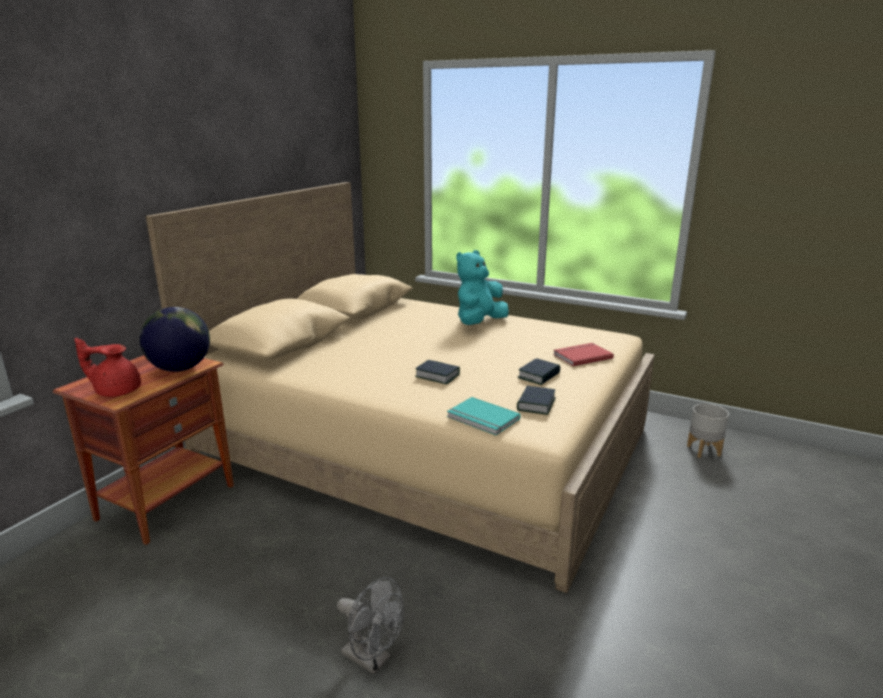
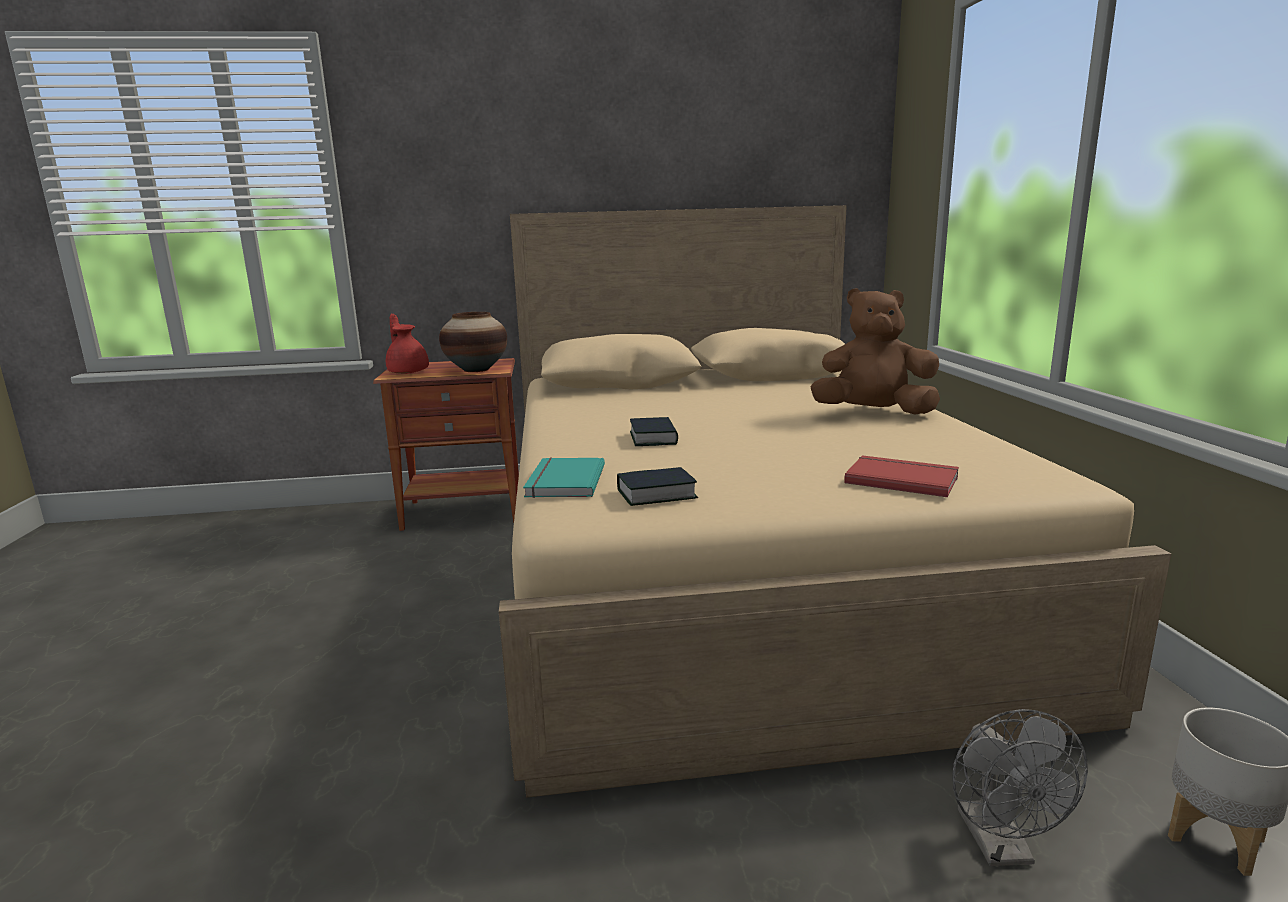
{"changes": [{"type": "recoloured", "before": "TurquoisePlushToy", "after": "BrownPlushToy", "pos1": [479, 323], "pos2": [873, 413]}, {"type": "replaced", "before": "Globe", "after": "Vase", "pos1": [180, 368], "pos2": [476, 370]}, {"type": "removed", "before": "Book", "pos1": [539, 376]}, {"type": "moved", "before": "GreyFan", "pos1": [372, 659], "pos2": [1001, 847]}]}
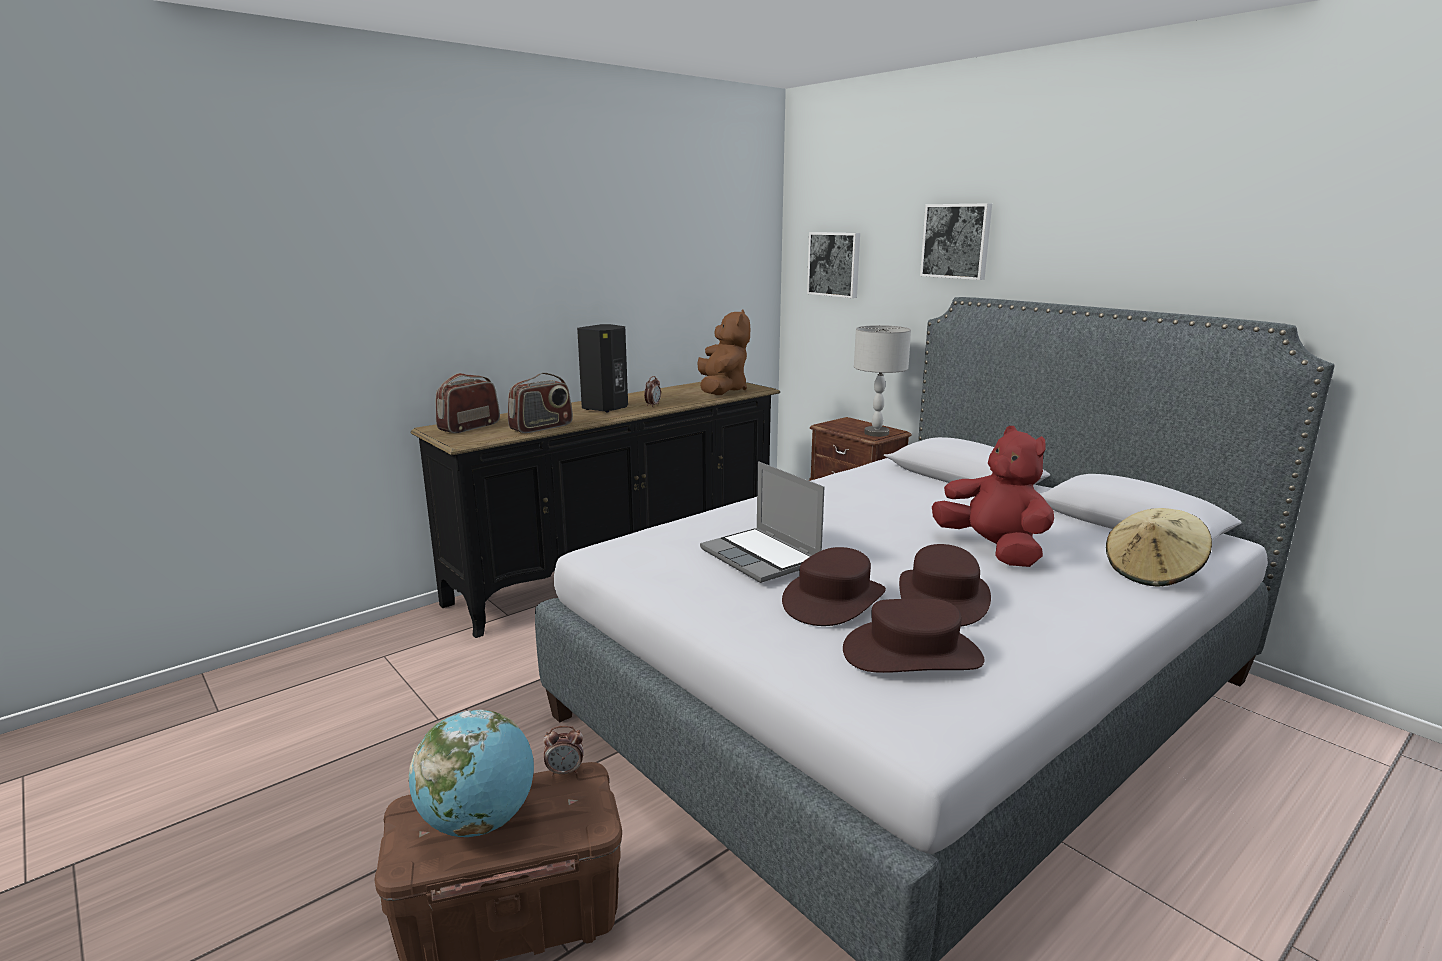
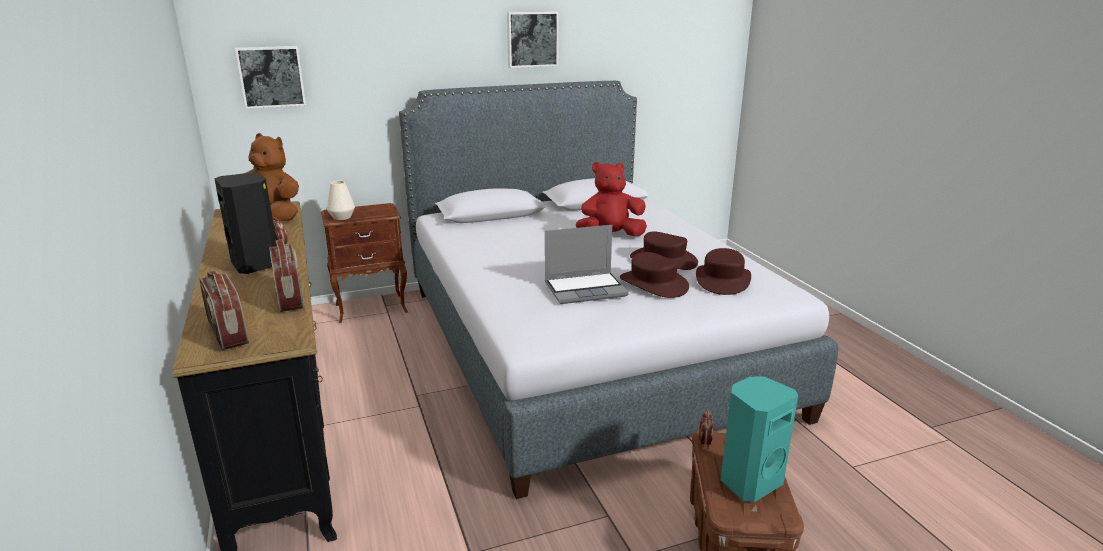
{"changes": [{"type": "moved", "before": "Picture", "pos1": [957, 241], "pos2": [532, 39]}, {"type": "removed", "before": "GreyTableLamp", "pos1": [877, 433]}, {"type": "removed", "before": "BeigeHat", "pos1": [1153, 572]}, {"type": "replaced", "before": "Globe", "after": "TurquoiseSpeaker", "pos1": [479, 821], "pos2": [749, 481]}, {"type": "added", "after": "WhiteVase", "pos2": [342, 217]}]}
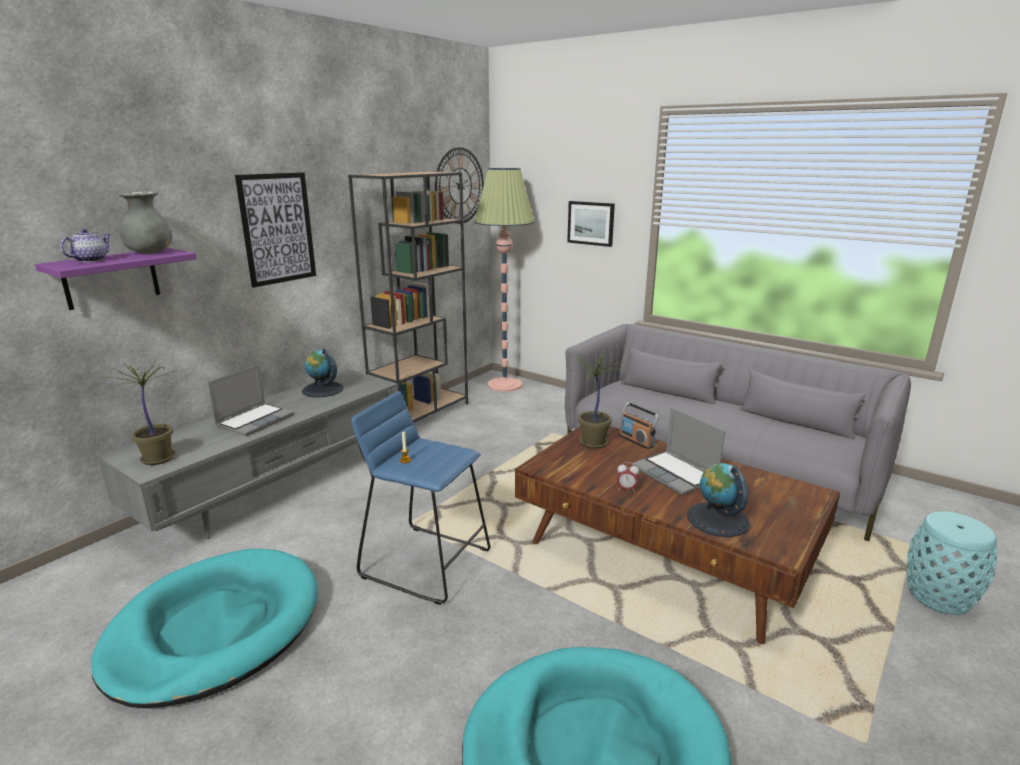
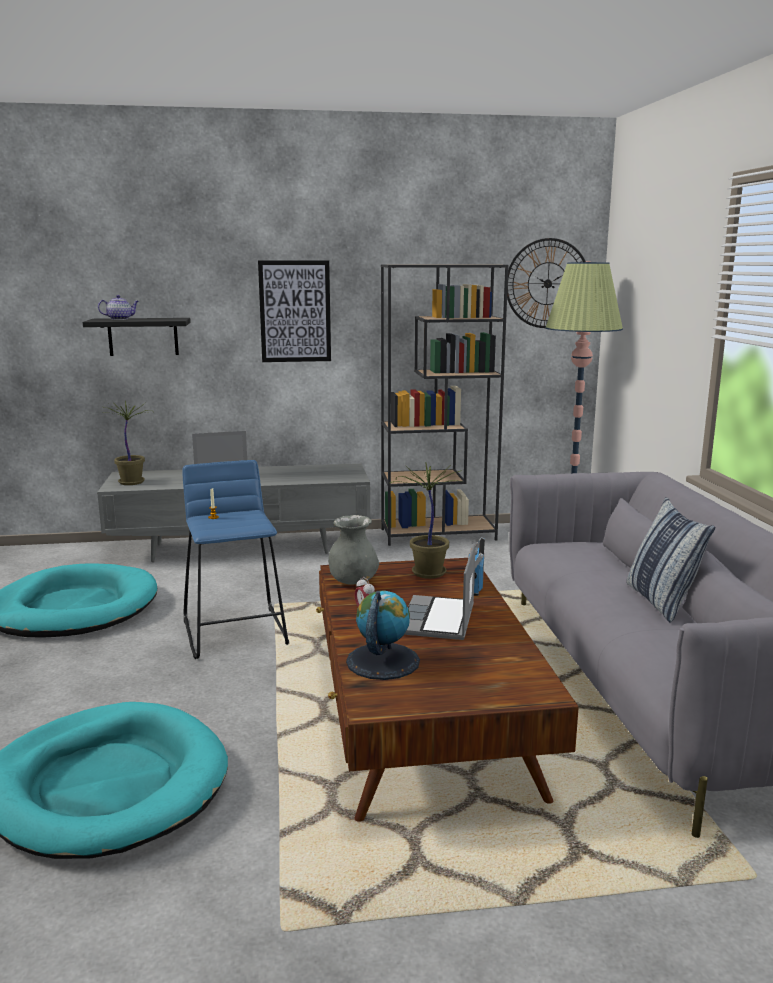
{"changes": [{"type": "moved", "before": "GreyVase", "pos1": [150, 252], "pos2": [353, 581]}, {"type": "removed", "before": "Picture", "pos1": [591, 223]}, {"type": "recoloured", "before": "PurpleShelf", "after": "BlackShelf", "pos1": [111, 278], "pos2": [143, 336]}, {"type": "removed", "before": "Globe", "pos1": [322, 389]}, {"type": "removed", "before": "TurquoiseStool", "pos1": [939, 597]}, {"type": "added", "after": "Pillow", "pos2": [661, 601]}]}
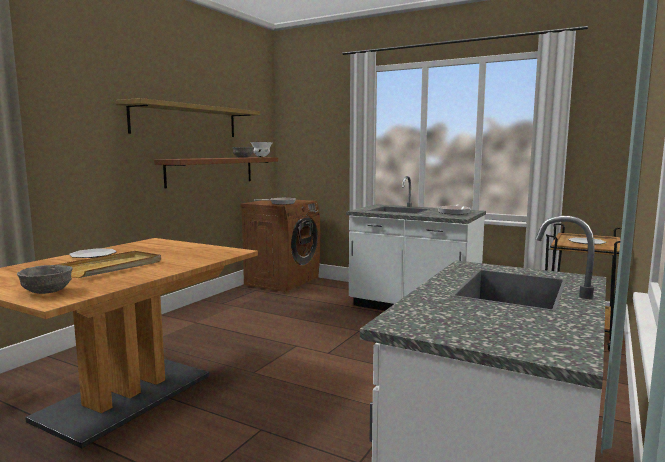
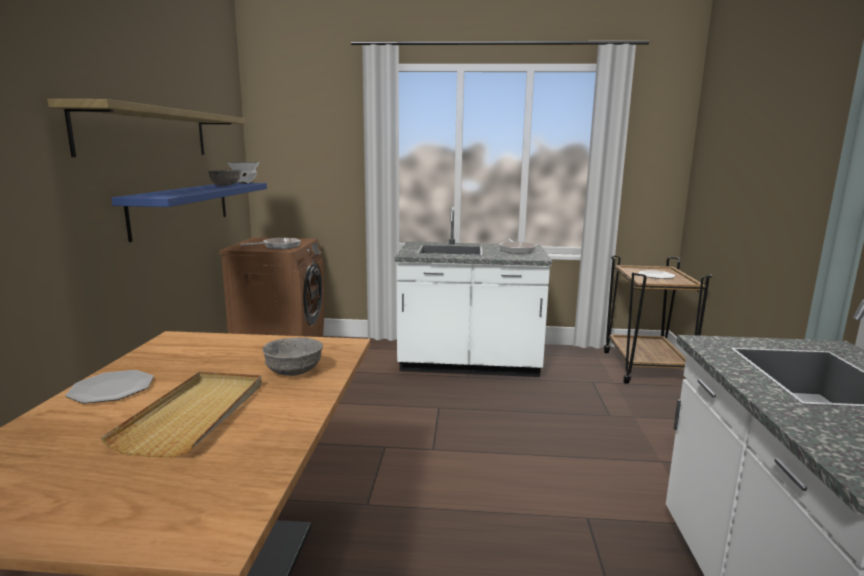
{"changes": [{"type": "recoloured", "before": "BrownShelf", "after": "BlueShelf", "pos1": [211, 171], "pos2": [182, 208]}, {"type": "moved", "before": "GreyBowl", "pos1": [46, 292], "pos2": [293, 372]}]}
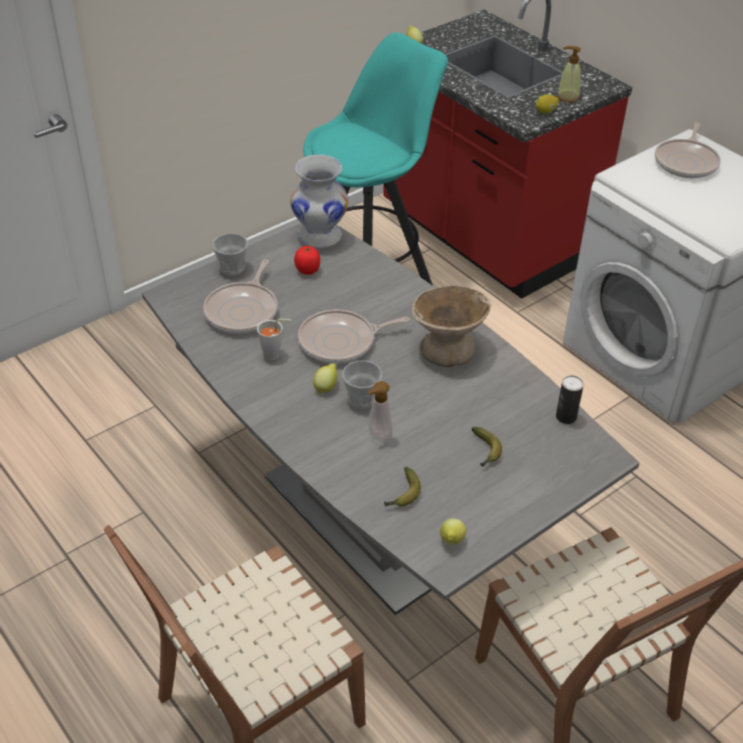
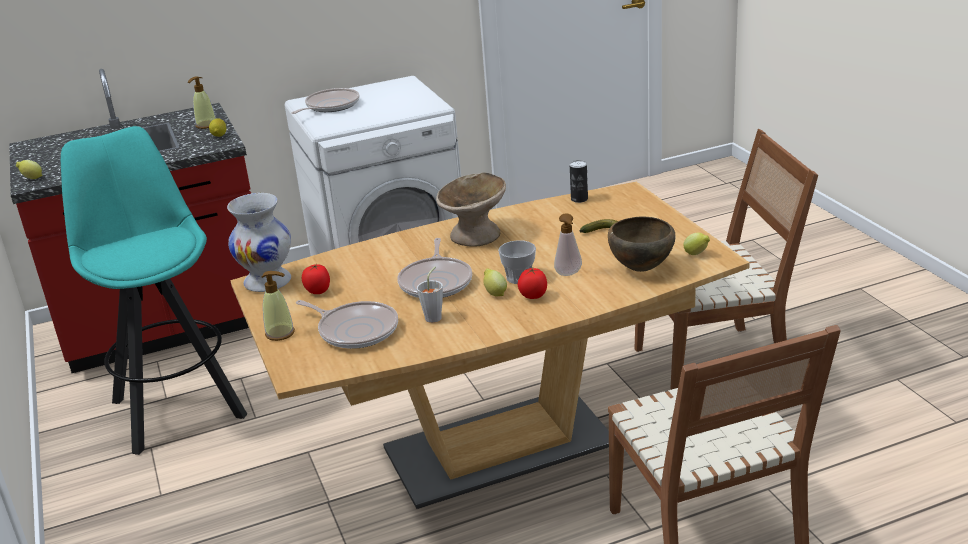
{"changes": [{"type": "turned", "before": "FryingPan", "pos1": [686, 162], "pos2": [330, 106], "turn": -90}, {"type": "recoloured", "before": "GreyDiningTable", "after": "BrownDiningTable", "pos1": [368, 518], "pos2": [499, 447]}, {"type": "replaced", "before": "Cup", "after": "SoapDispenser", "pos1": [232, 268], "pos2": [280, 333]}, {"type": "replaced", "before": "Banana", "after": "BrownBowl", "pos1": [402, 494], "pos2": [640, 269]}, {"type": "added", "after": "Tomato", "pos2": [533, 297]}]}
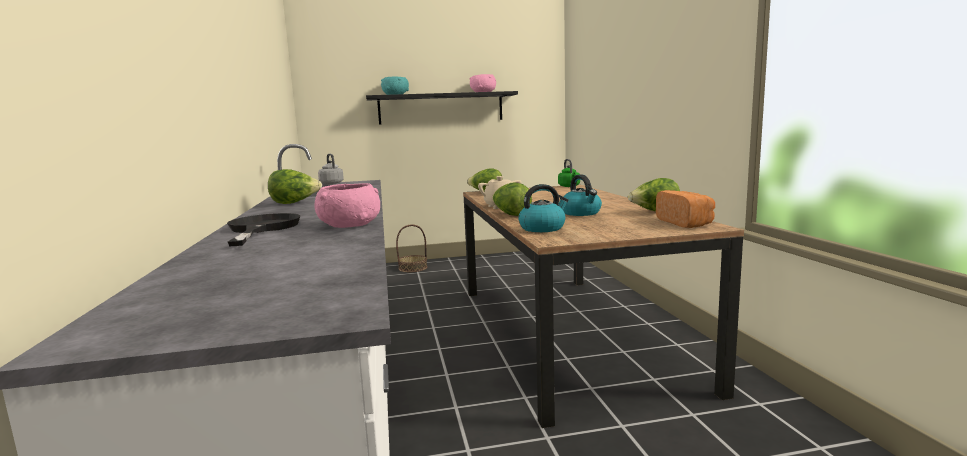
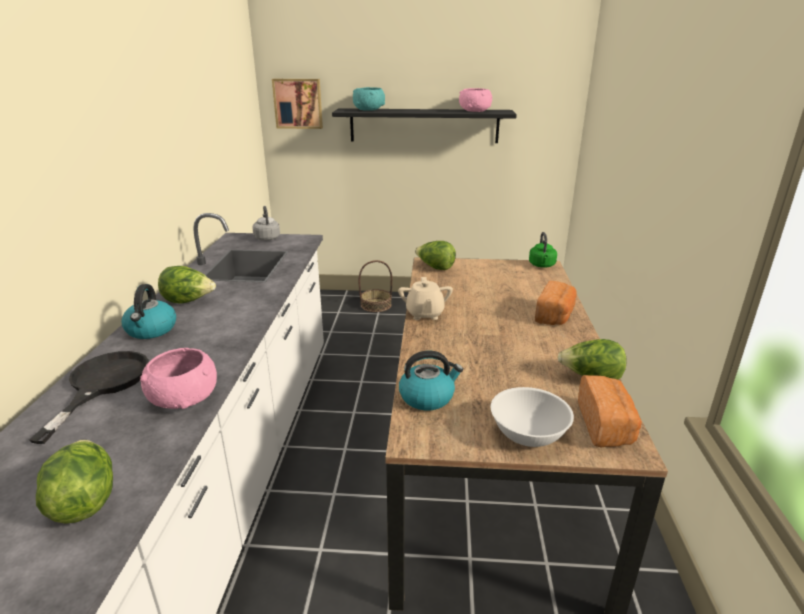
{"changes": [{"type": "moved", "before": "Kettle", "pos1": [581, 213], "pos2": [151, 330]}, {"type": "moved", "before": "Lettuce", "pos1": [511, 215], "pos2": [84, 501]}, {"type": "added", "after": "Picture", "pos2": [298, 103]}, {"type": "added", "after": "Bread", "pos2": [555, 316]}, {"type": "added", "after": "WhiteBowl", "pos2": [528, 433]}]}
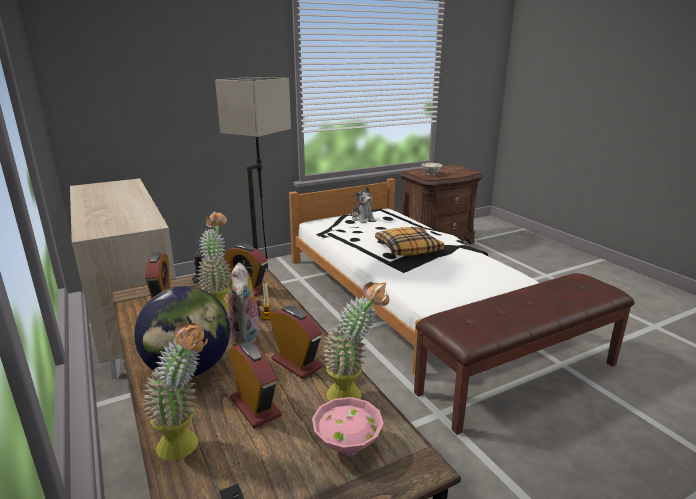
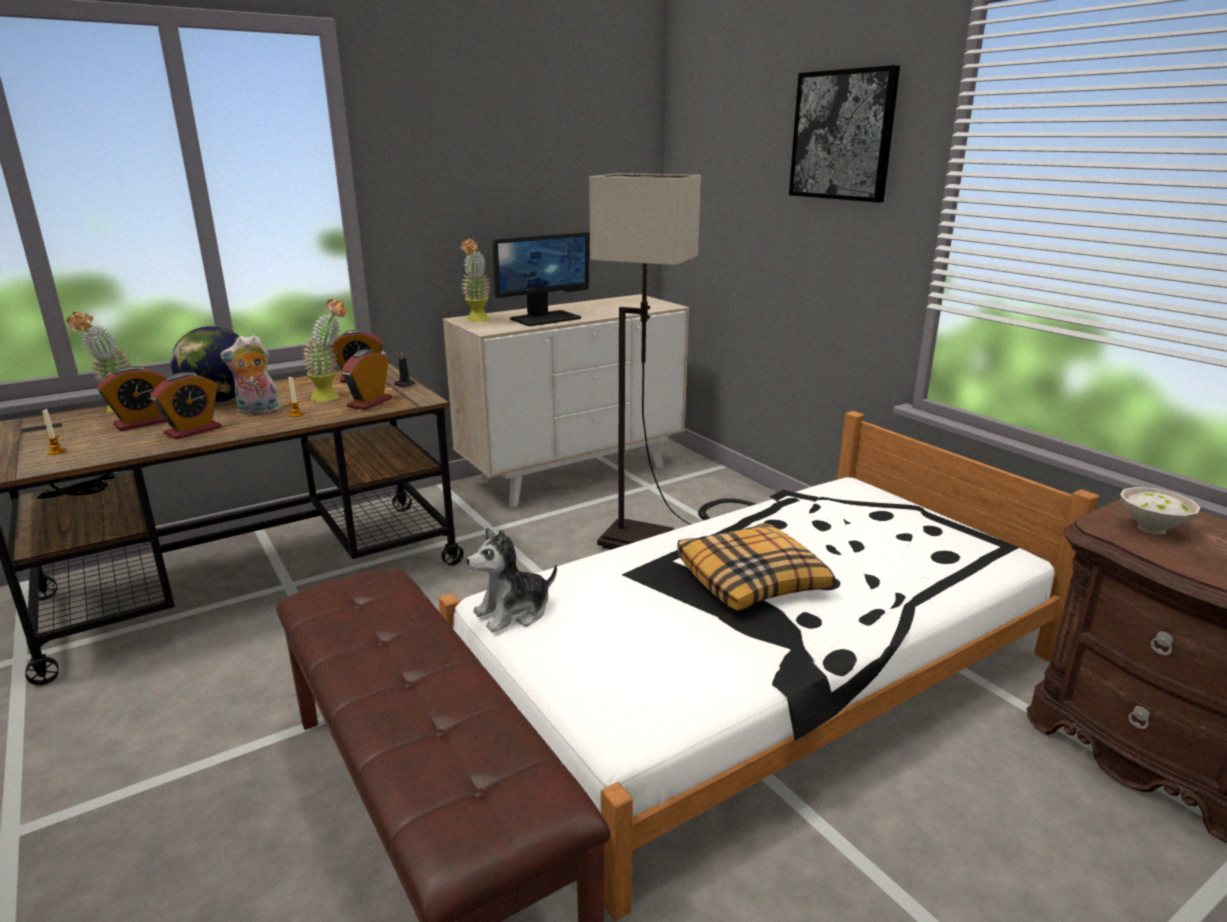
{"changes": [{"type": "moved", "before": "PlushToy", "pos1": [363, 219], "pos2": [513, 612]}, {"type": "moved", "before": "PottedPlant", "pos1": [353, 395], "pos2": [477, 321]}, {"type": "replaced", "before": "PinkBowl", "after": "Candle", "pos1": [346, 445], "pos2": [56, 452]}, {"type": "added", "after": "Picture", "pos2": [842, 135]}, {"type": "added", "after": "Monitor", "pos2": [545, 318]}]}
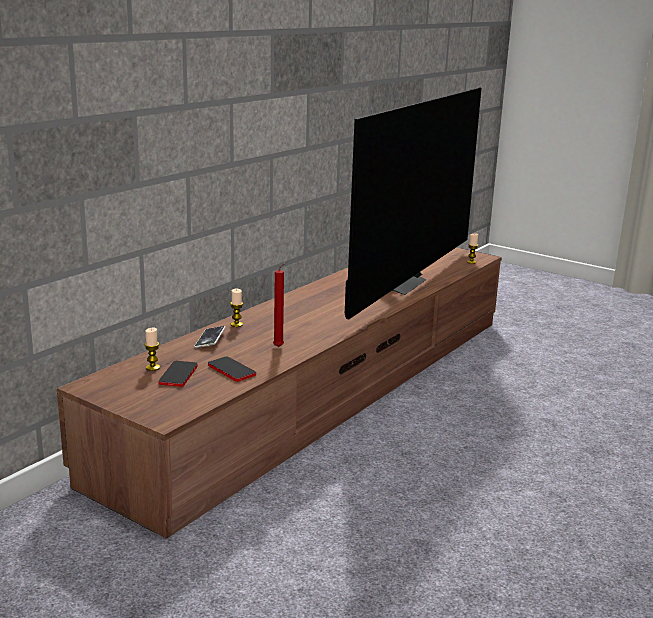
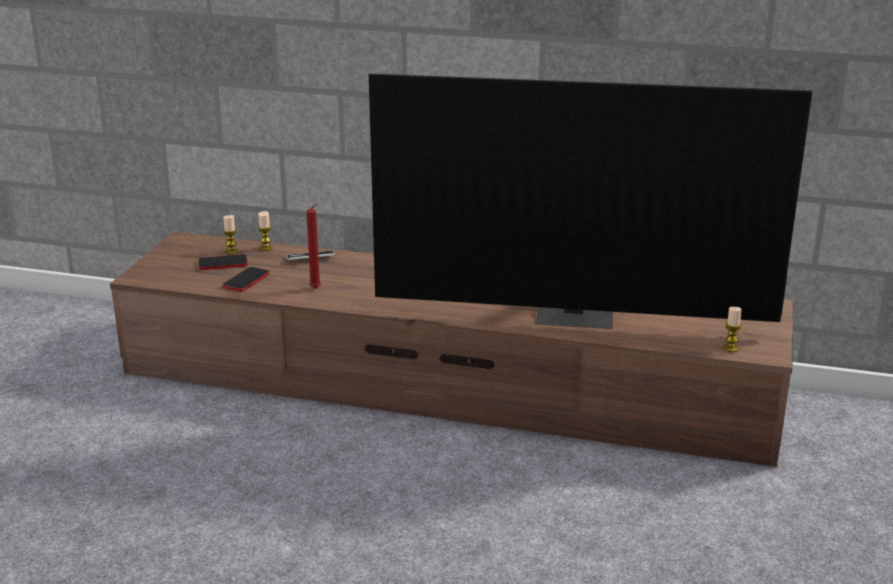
{"changes": [{"type": "moved", "before": "Candle", "pos1": [236, 324], "pos2": [266, 248]}]}
